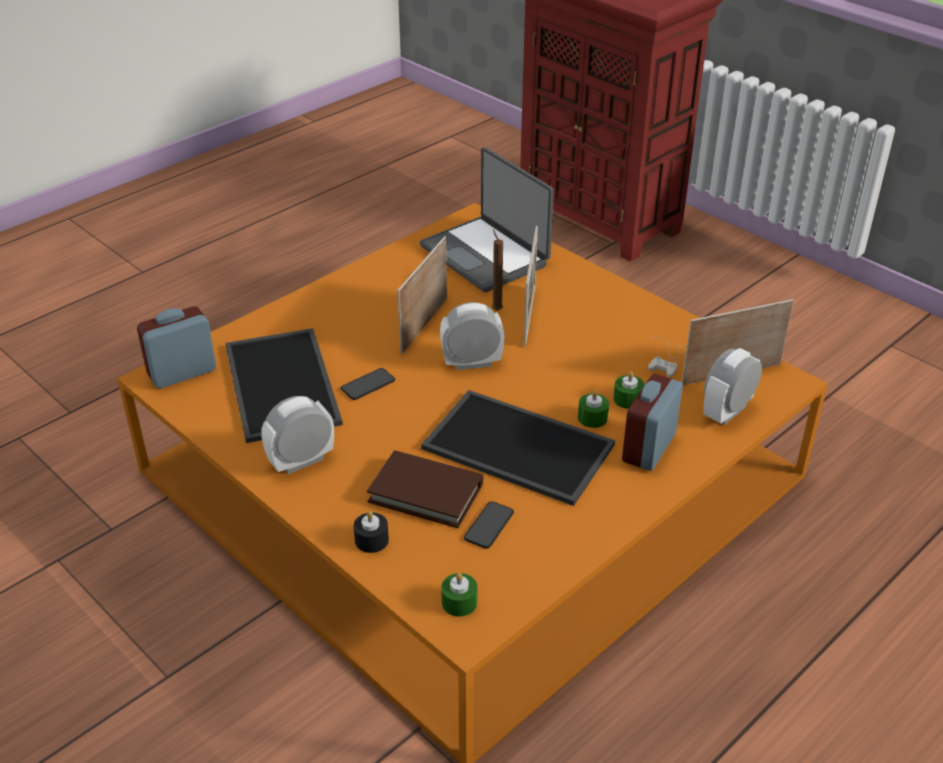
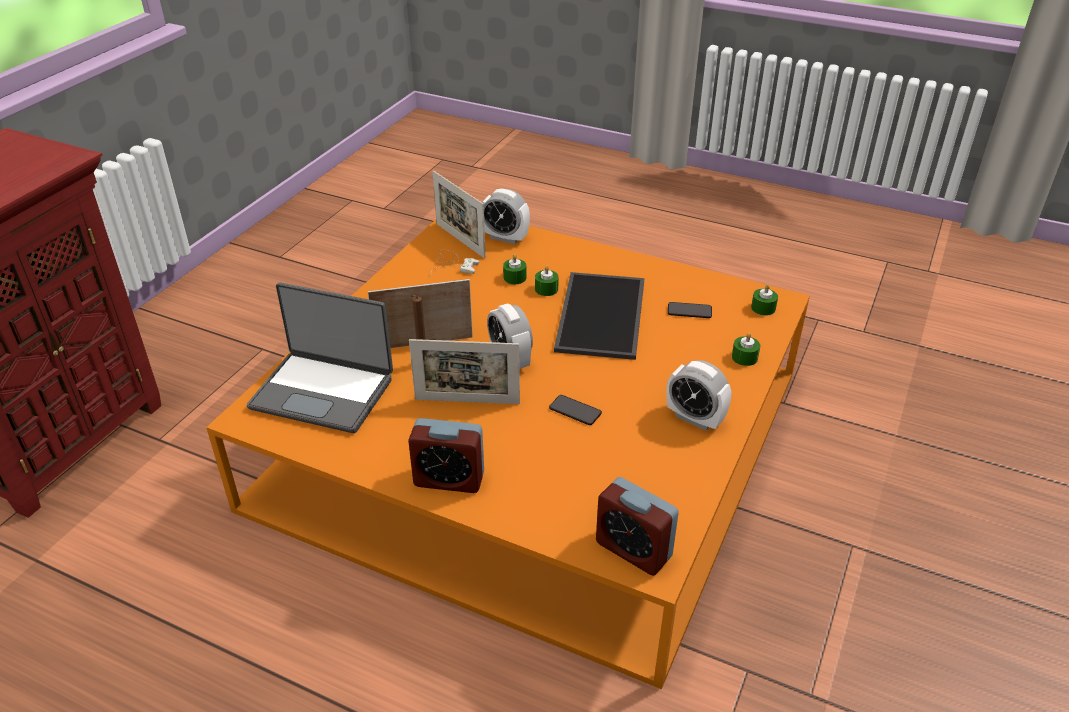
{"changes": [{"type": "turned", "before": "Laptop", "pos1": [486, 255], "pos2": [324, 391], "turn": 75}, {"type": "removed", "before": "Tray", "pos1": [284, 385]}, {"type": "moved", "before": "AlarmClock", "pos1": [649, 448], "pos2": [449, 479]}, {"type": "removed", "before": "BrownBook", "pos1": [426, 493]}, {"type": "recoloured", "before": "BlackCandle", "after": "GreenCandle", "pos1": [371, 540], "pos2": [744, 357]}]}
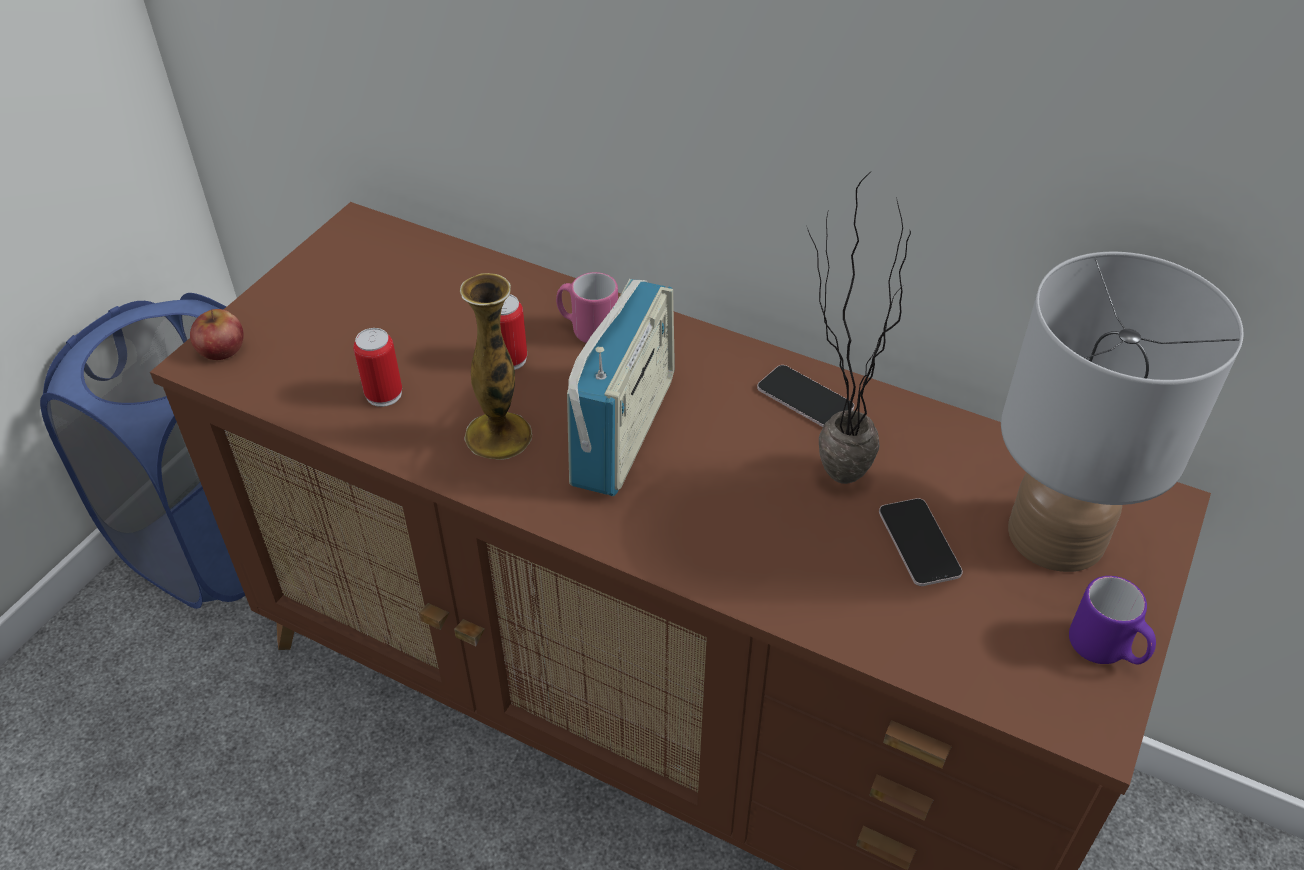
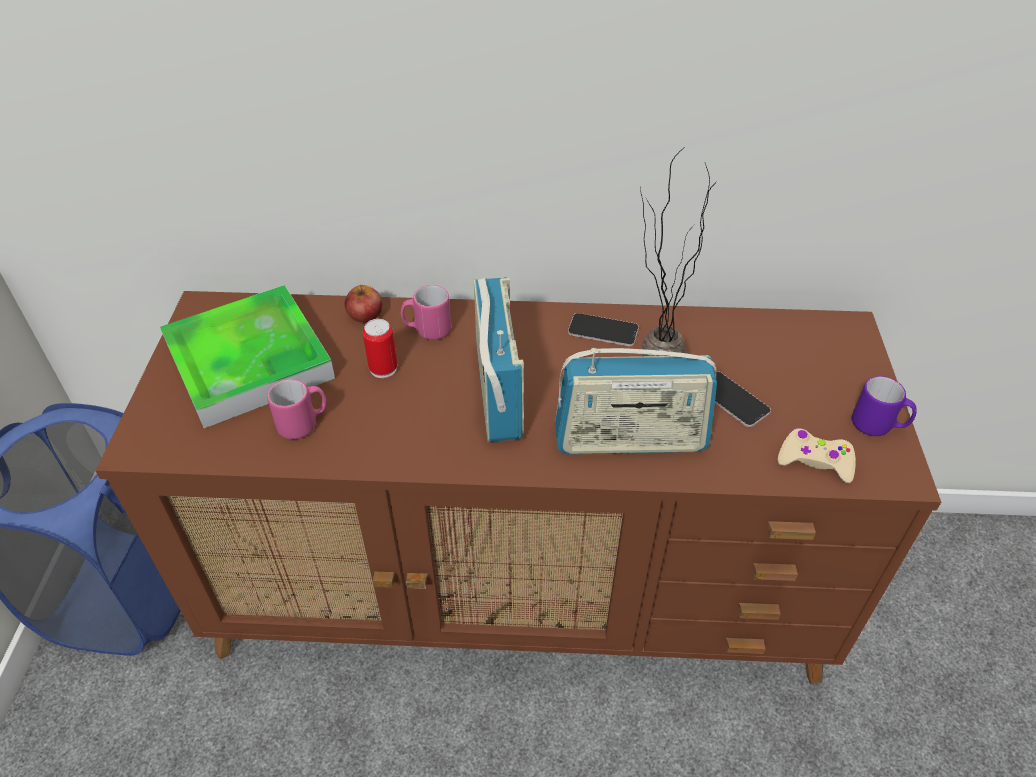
{"changes": [{"type": "removed", "before": "GreyTableLamp", "pos1": [1054, 534]}, {"type": "removed", "before": "Vase", "pos1": [498, 436]}, {"type": "moved", "before": "Apple", "pos1": [221, 348], "pos2": [365, 314]}, {"type": "replaced", "before": "Can", "after": "PinkMug", "pos1": [383, 394], "pos2": [304, 424]}, {"type": "added", "after": "Tray", "pos2": [249, 361]}, {"type": "added", "after": "Radio", "pos2": [630, 440]}, {"type": "added", "after": "BeigeGameController", "pos2": [815, 461]}]}
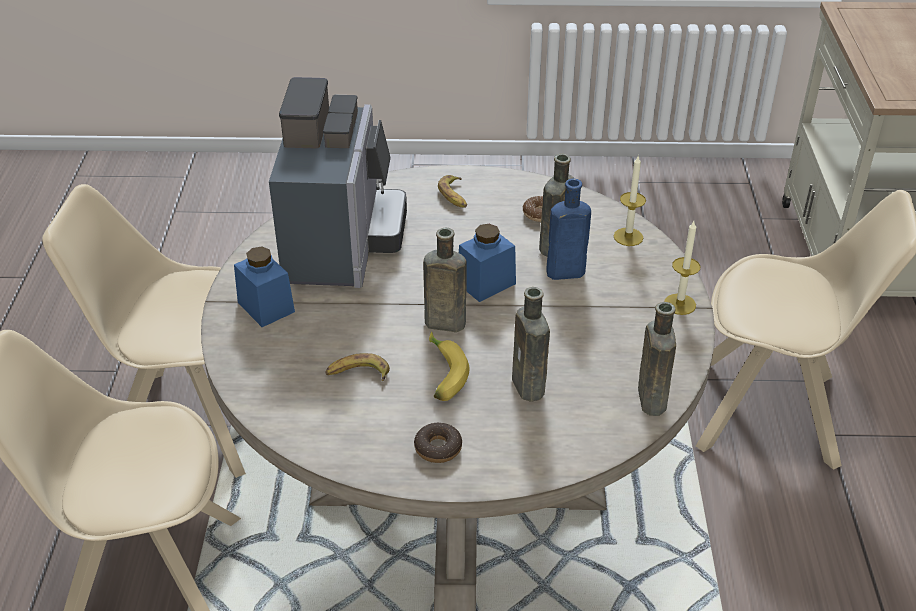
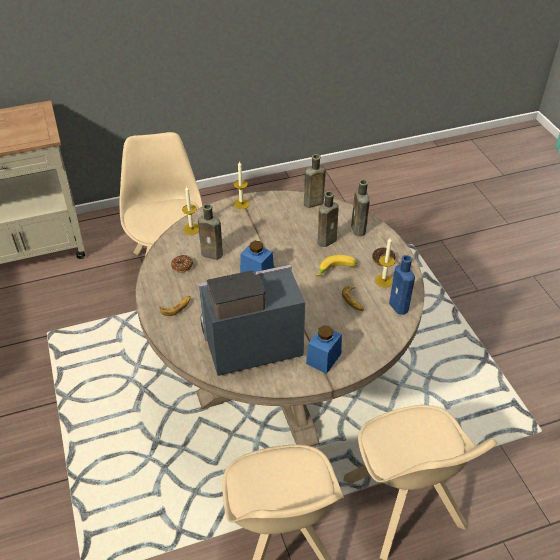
{"changes": [{"type": "moved", "before": "BlueBottle", "pos1": [562, 272], "pos2": [399, 307]}, {"type": "moved", "before": "BrownBottle", "pos1": [442, 323], "pos2": [358, 230]}, {"type": "added", "after": "Candle", "pos2": [383, 280]}]}
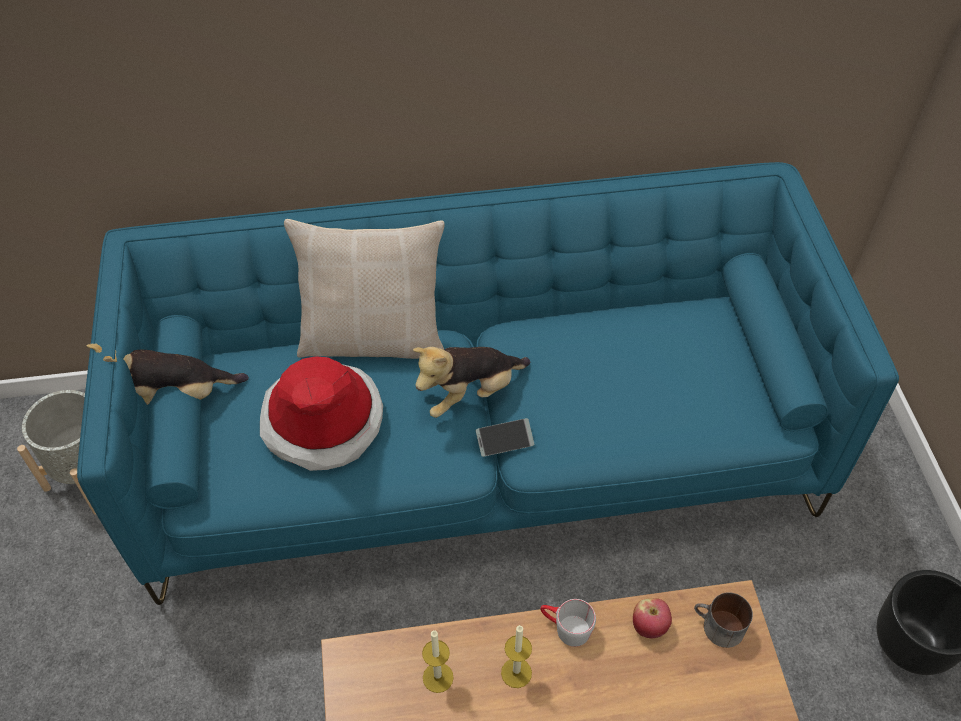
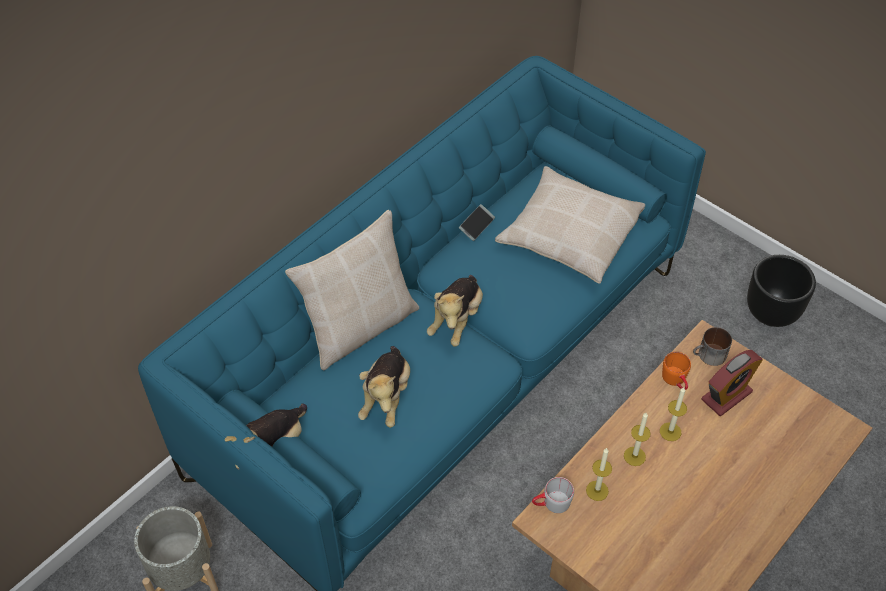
{"changes": [{"type": "replaced", "before": "Hat", "after": "PlushToy", "pos1": [323, 421], "pos2": [386, 397]}, {"type": "moved", "before": "Phone", "pos1": [504, 441], "pos2": [477, 225]}, {"type": "replaced", "before": "Apple", "after": "OrangeMug", "pos1": [649, 626], "pos2": [676, 381]}, {"type": "moved", "before": "GreyMug", "pos1": [565, 628], "pos2": [551, 504]}, {"type": "added", "after": "BeigePillow", "pos2": [569, 234]}, {"type": "added", "after": "AlarmClock", "pos2": [726, 396]}, {"type": "added", "after": "Candle", "pos2": [670, 431]}]}
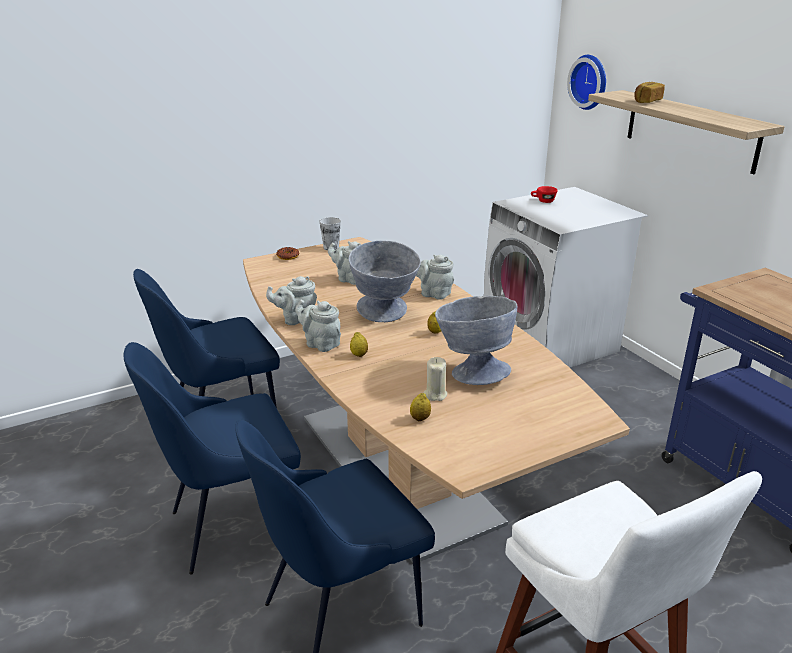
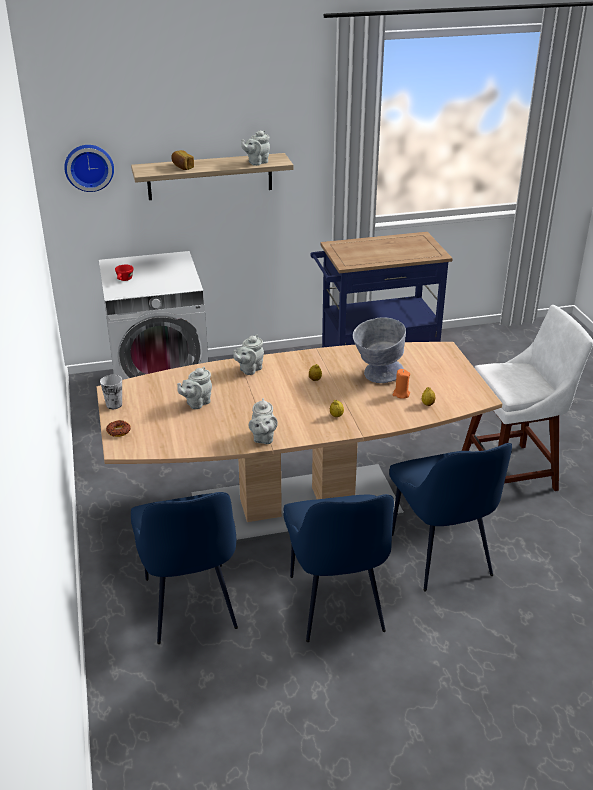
{"changes": [{"type": "removed", "before": "GreyBowl", "pos1": [384, 315]}, {"type": "moved", "before": "GreyTeapot", "pos1": [320, 344], "pos2": [256, 162]}, {"type": "recoloured", "before": "BeigeCandle", "after": "OrangeCandle", "pos1": [435, 394], "pos2": [401, 394]}]}
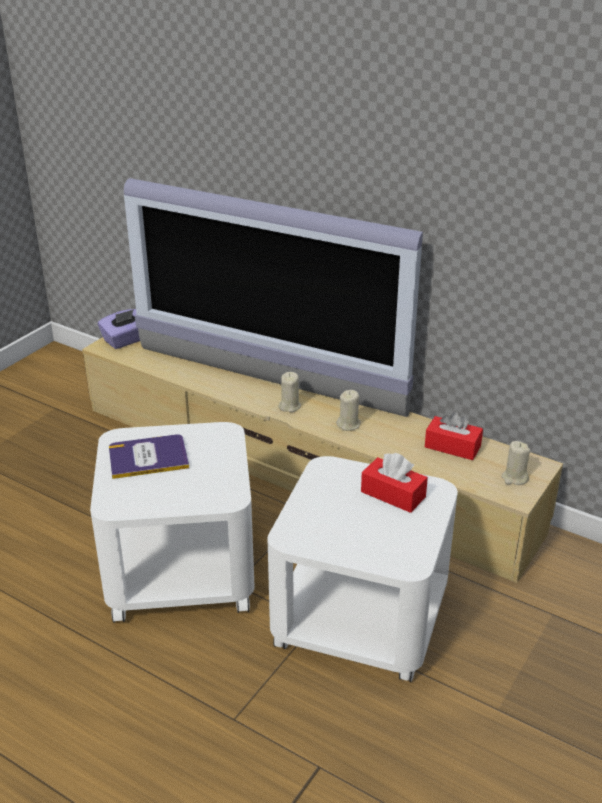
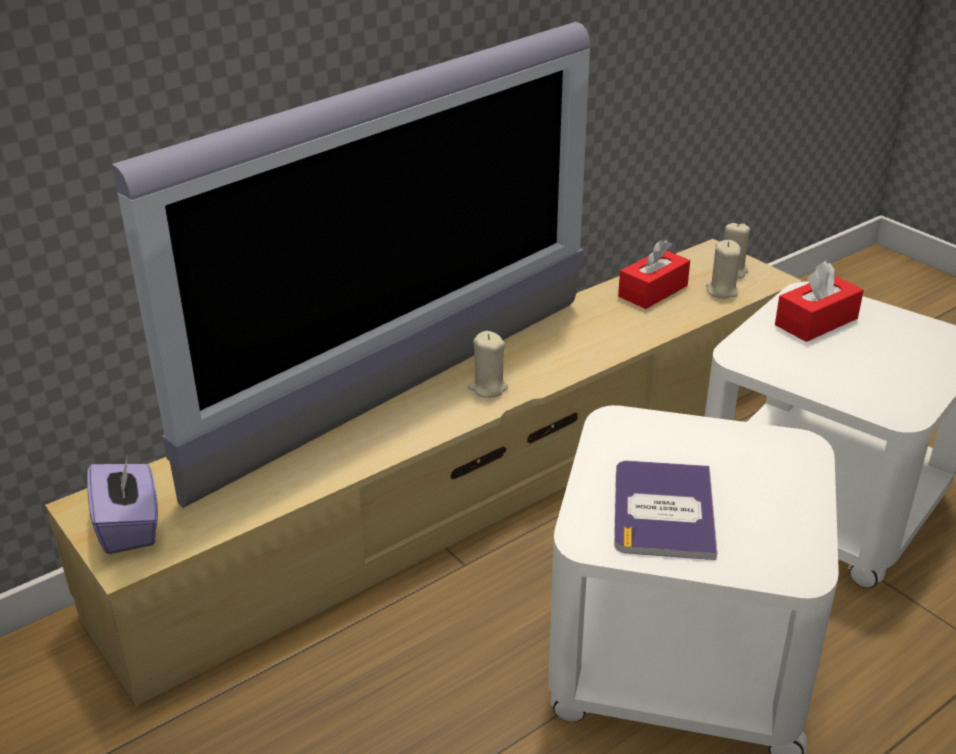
{"changes": [{"type": "moved", "before": "BeigeCandle", "pos1": [348, 424], "pos2": [721, 291]}]}
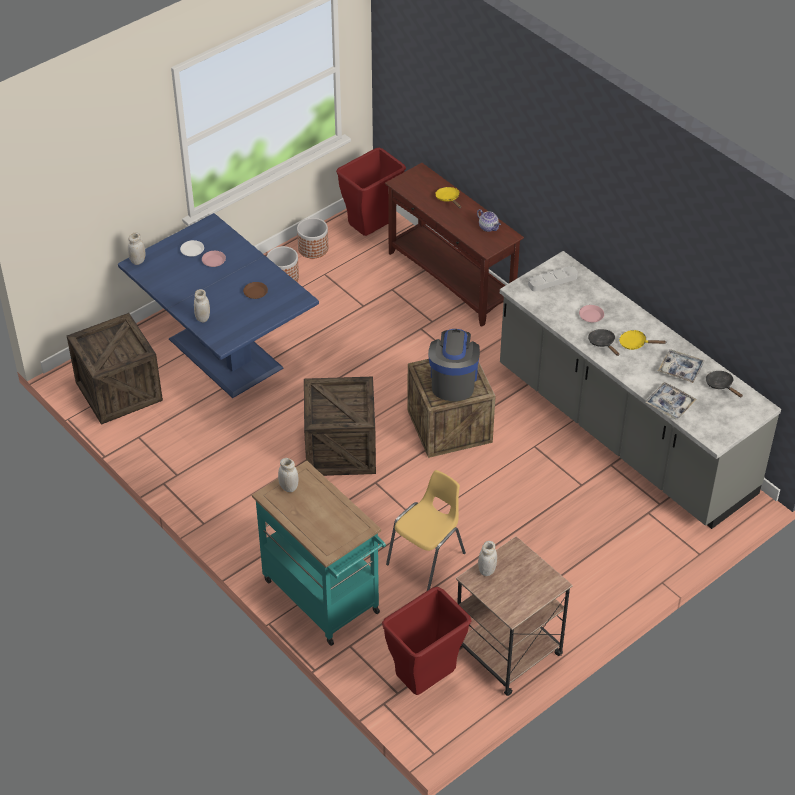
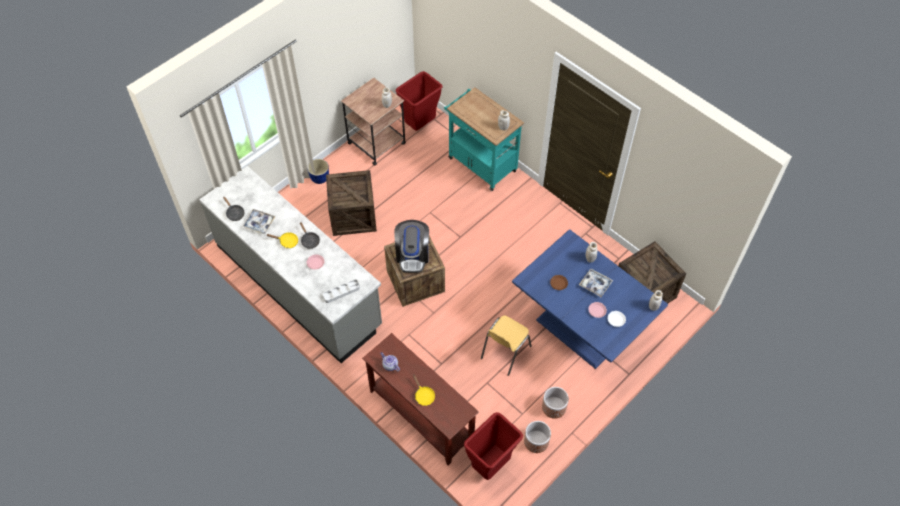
{"changes": [{"type": "moved", "before": "Crate", "pos1": [340, 449], "pos2": [353, 216]}, {"type": "moved", "before": "Tray", "pos1": [669, 404], "pos2": [595, 284]}, {"type": "moved", "before": "YellowChair", "pos1": [427, 559], "pos2": [505, 352]}, {"type": "added", "after": "Planter", "pos2": [319, 179]}]}
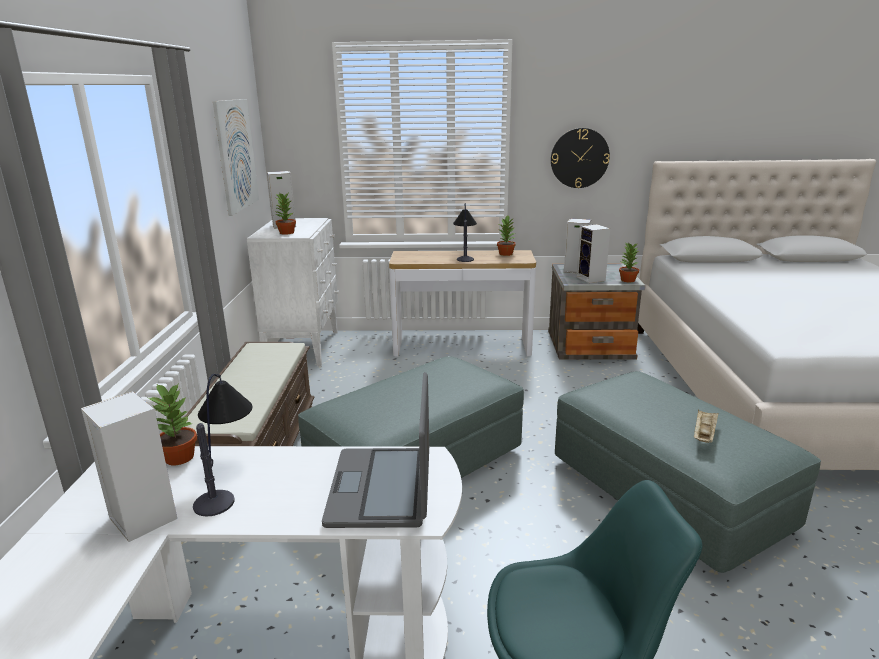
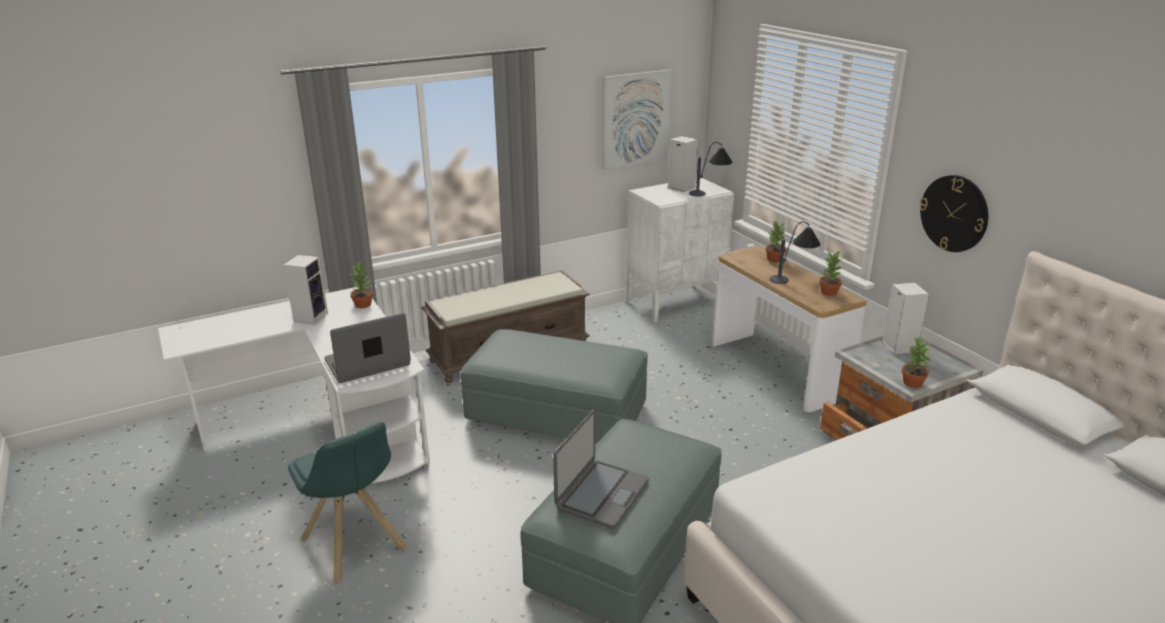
{"changes": [{"type": "moved", "before": "PottedPlant", "pos1": [286, 233], "pos2": [774, 259]}, {"type": "removed", "before": "Speaker", "pos1": [592, 279]}, {"type": "moved", "before": "TableLamp", "pos1": [226, 479], "pos2": [710, 191]}, {"type": "replaced", "before": "BeigeTray", "after": "Laptop", "pos1": [703, 434], "pos2": [601, 494]}]}
